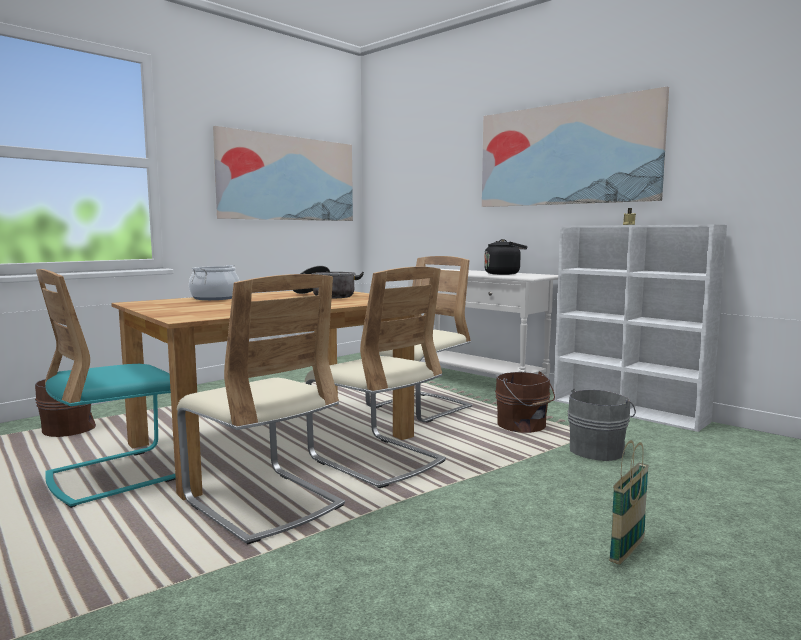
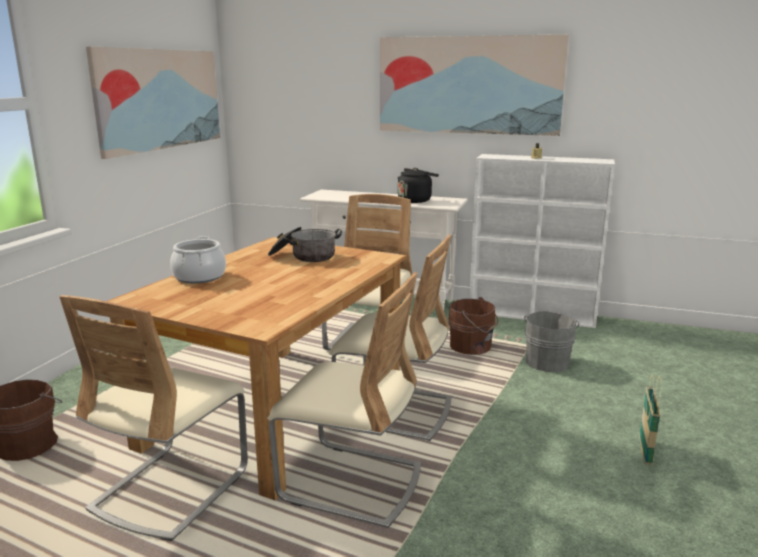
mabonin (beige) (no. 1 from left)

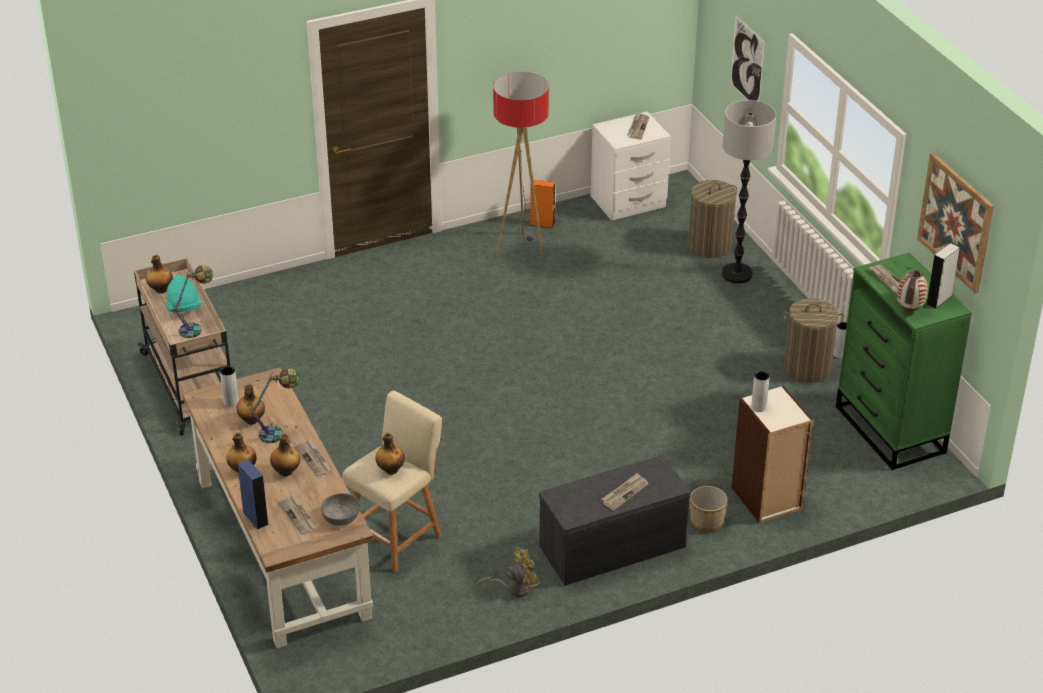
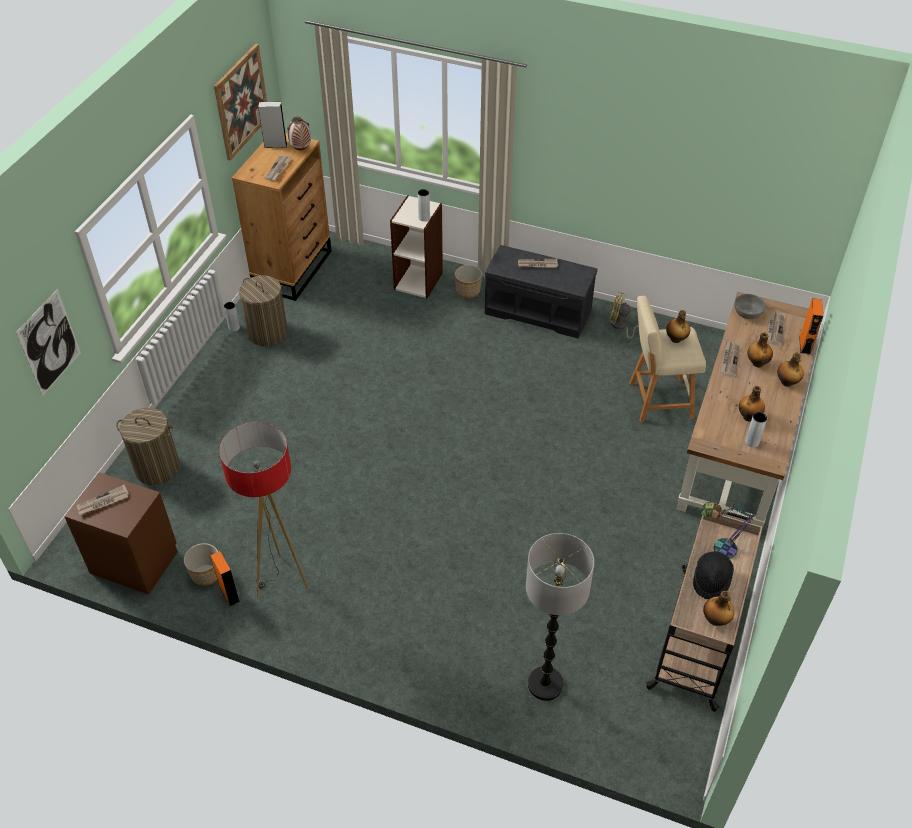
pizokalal (no. 2 from left)
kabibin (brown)
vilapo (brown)
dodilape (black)
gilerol (no. 2 from left in the first image)
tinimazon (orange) (no. 2 from left)
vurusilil (no. 1 from left)

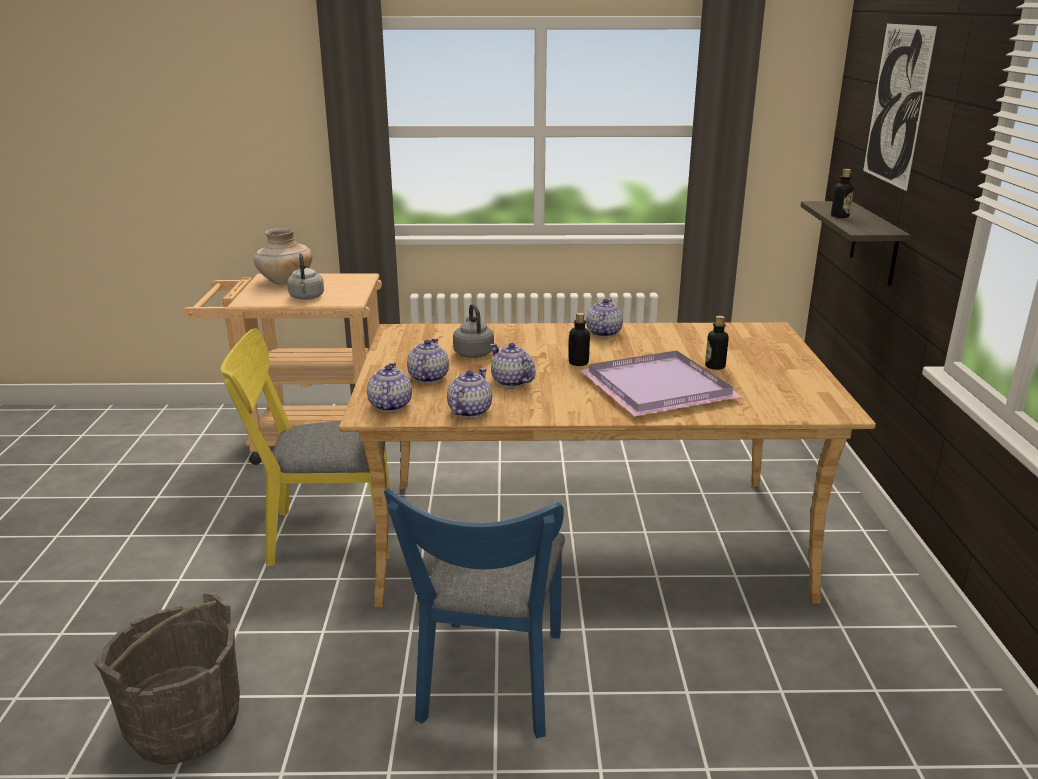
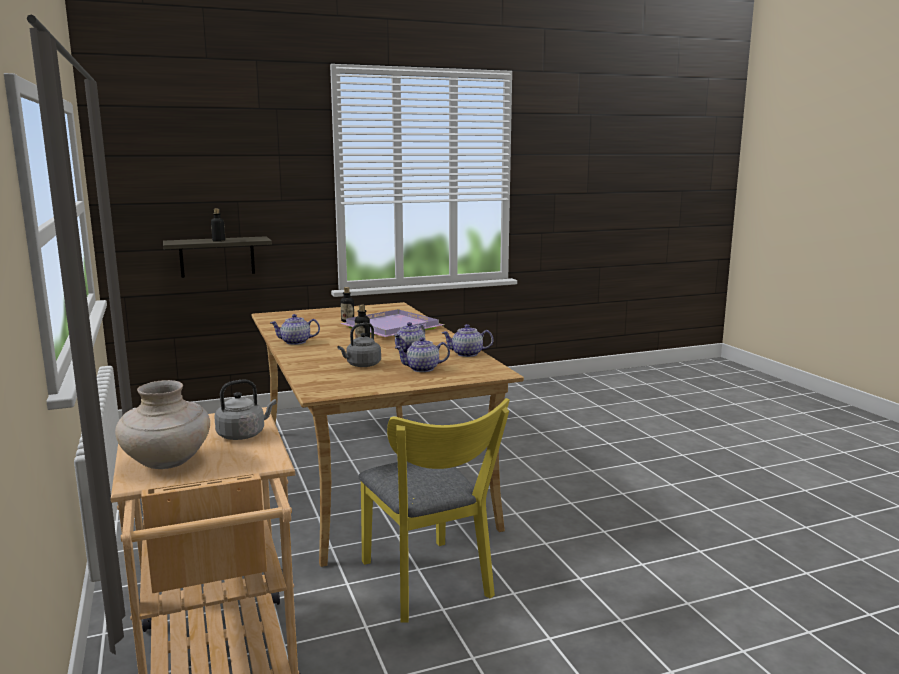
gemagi
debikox (no. 1 from left in the first image)
mabonin (blue)
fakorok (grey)

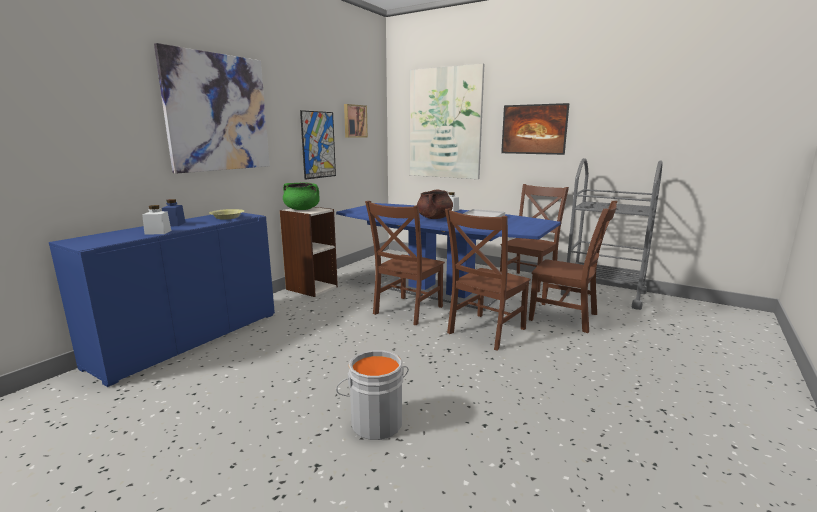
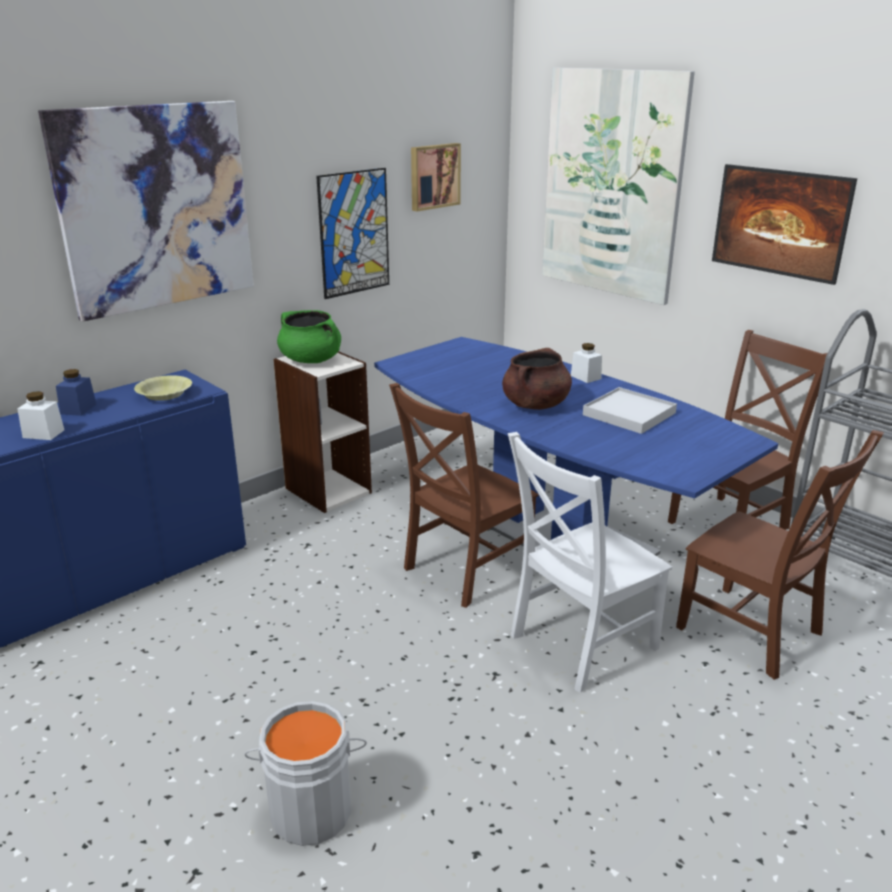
mabonin (white)

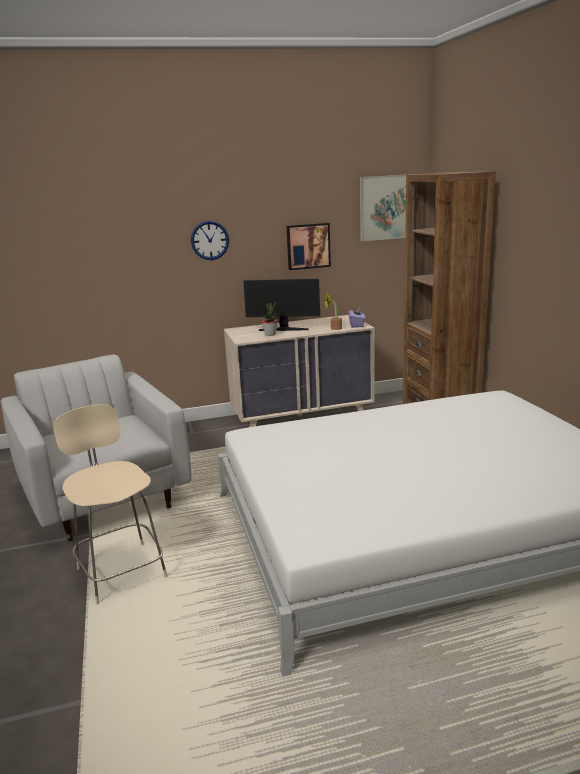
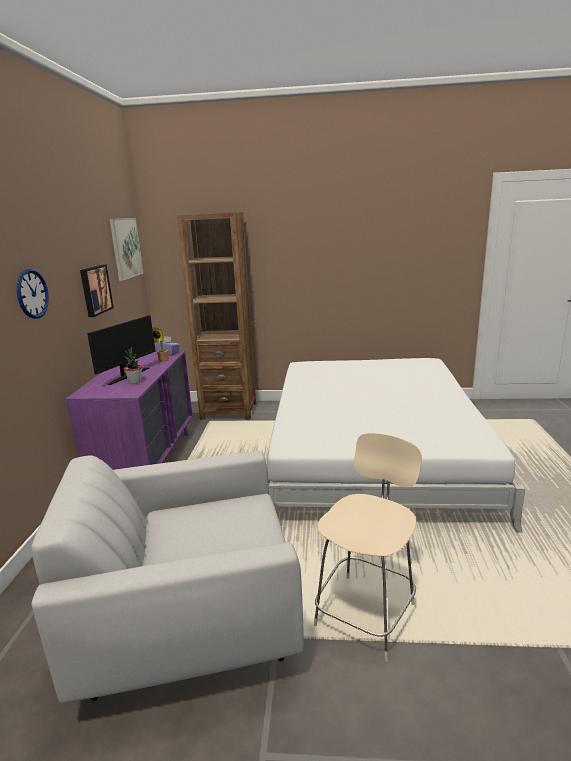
vilapo (purple)
mabonin (beige)

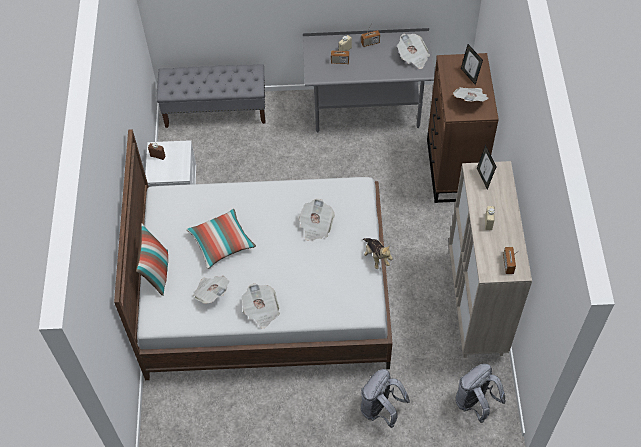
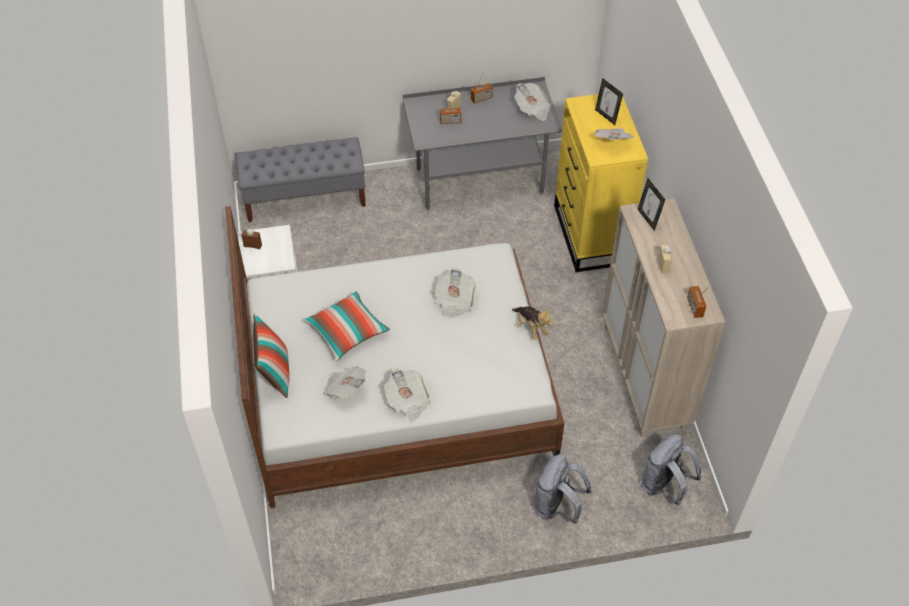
vilapo (yellow)

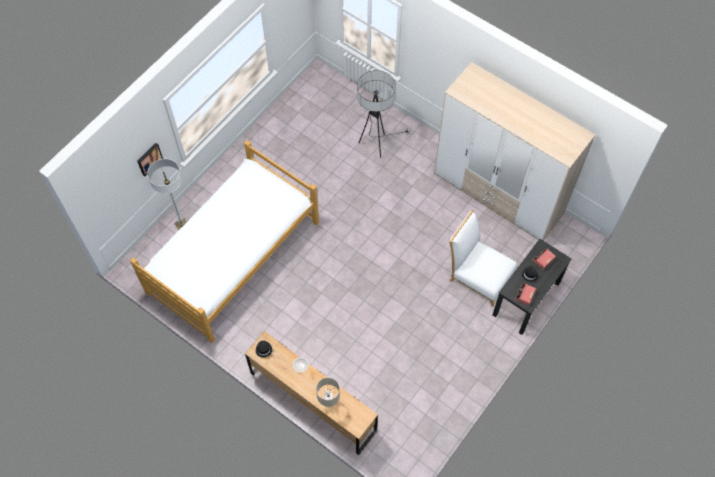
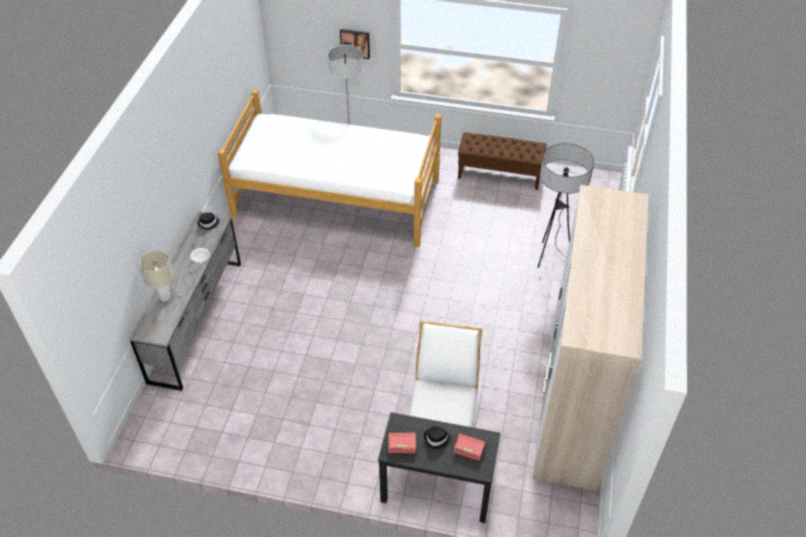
vilapo (grey)
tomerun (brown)

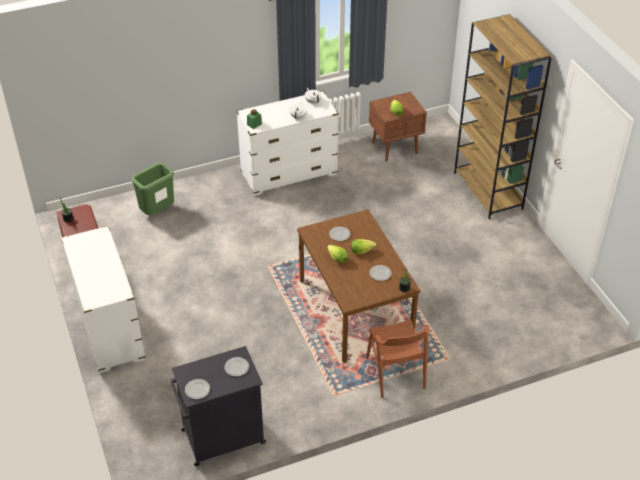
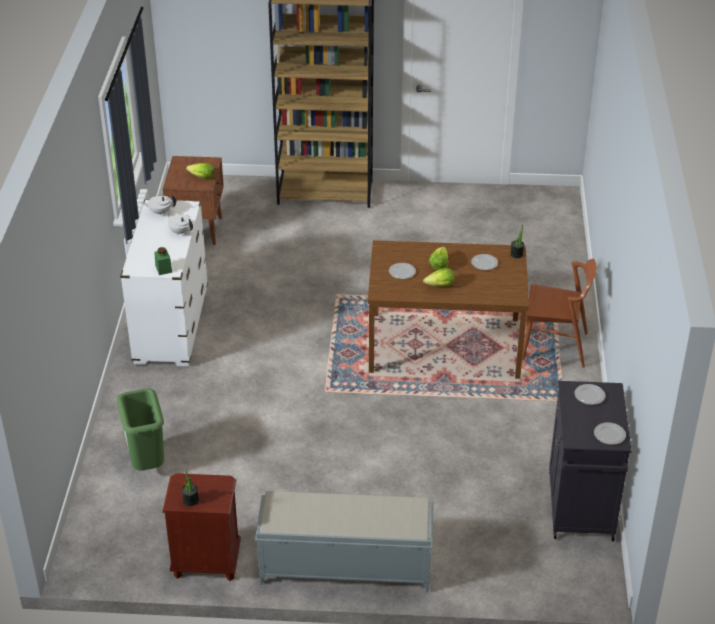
tomerun (grey)

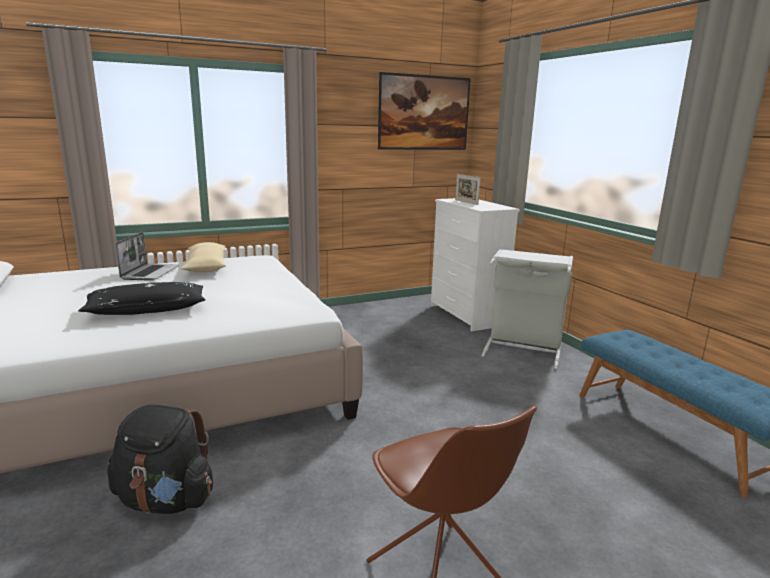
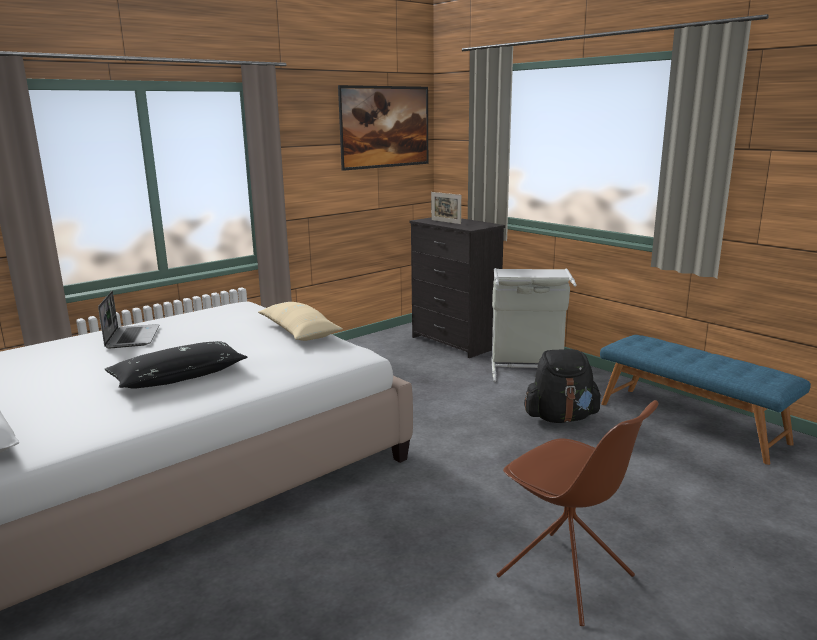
vilapo (black)
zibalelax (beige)
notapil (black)

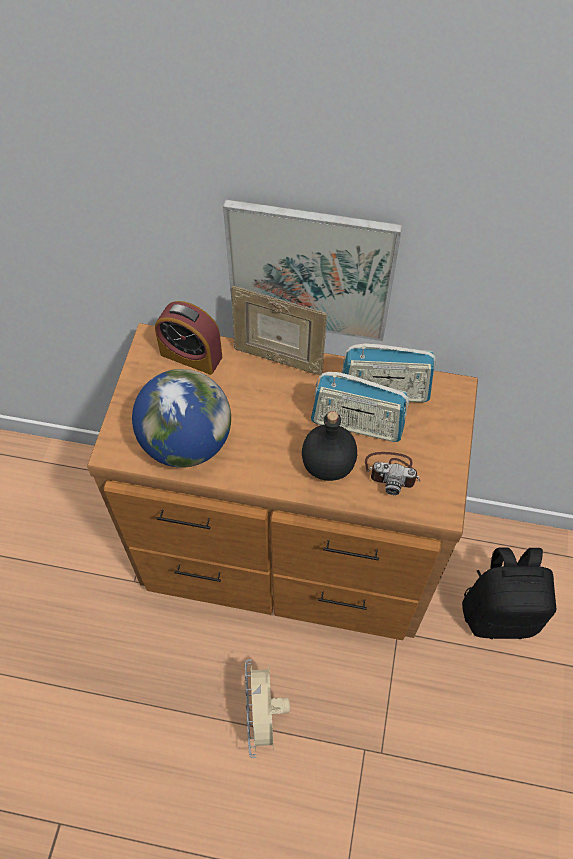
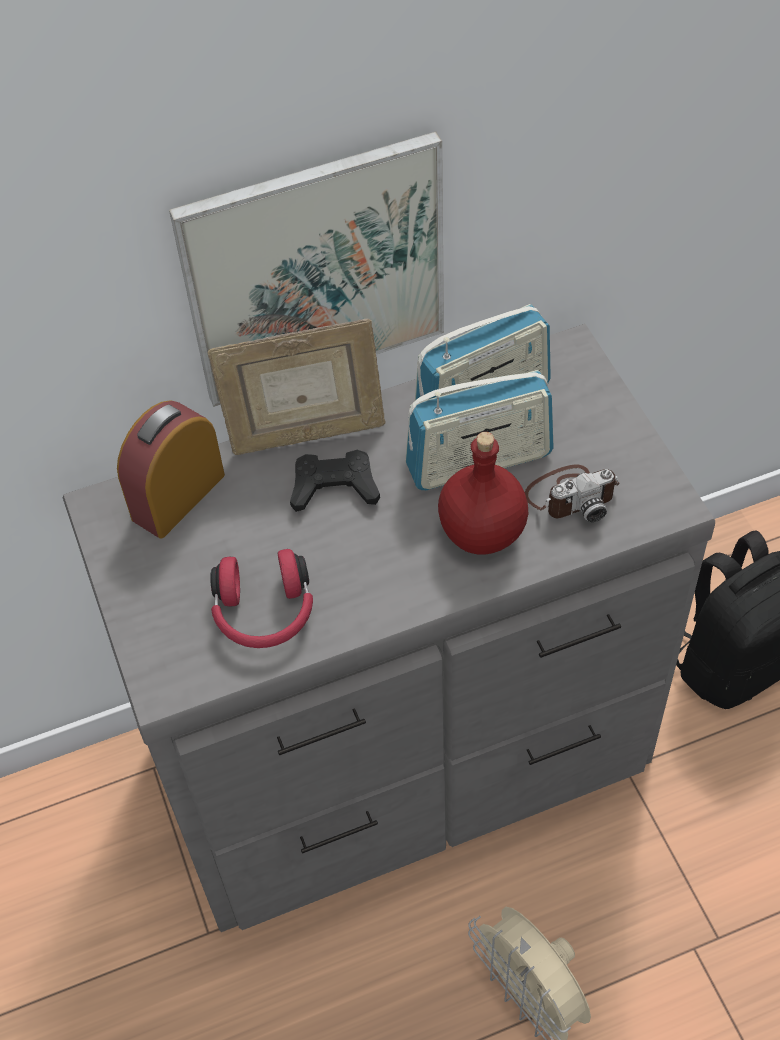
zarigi
vilapo (grey)
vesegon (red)
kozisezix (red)
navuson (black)

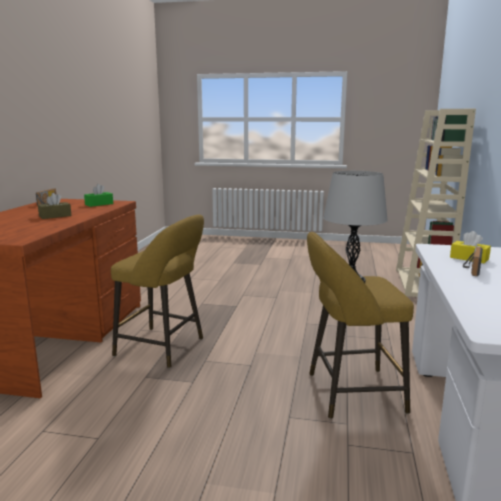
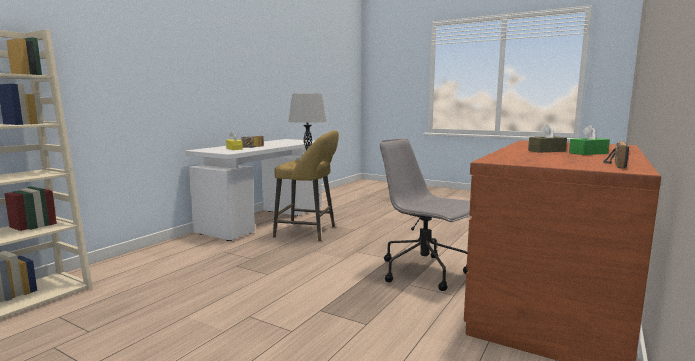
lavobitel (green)
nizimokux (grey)

